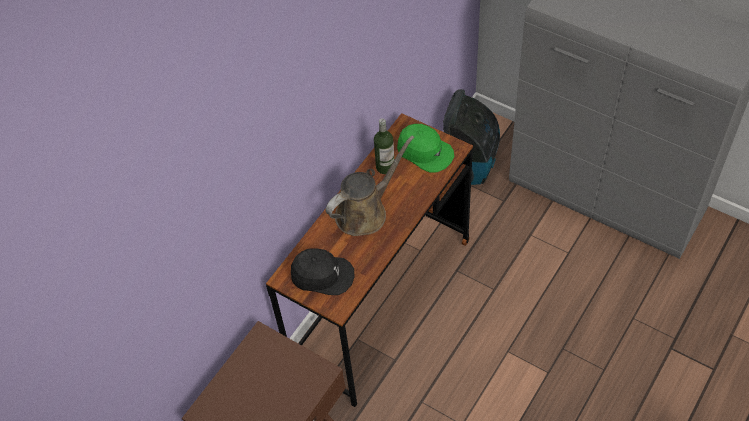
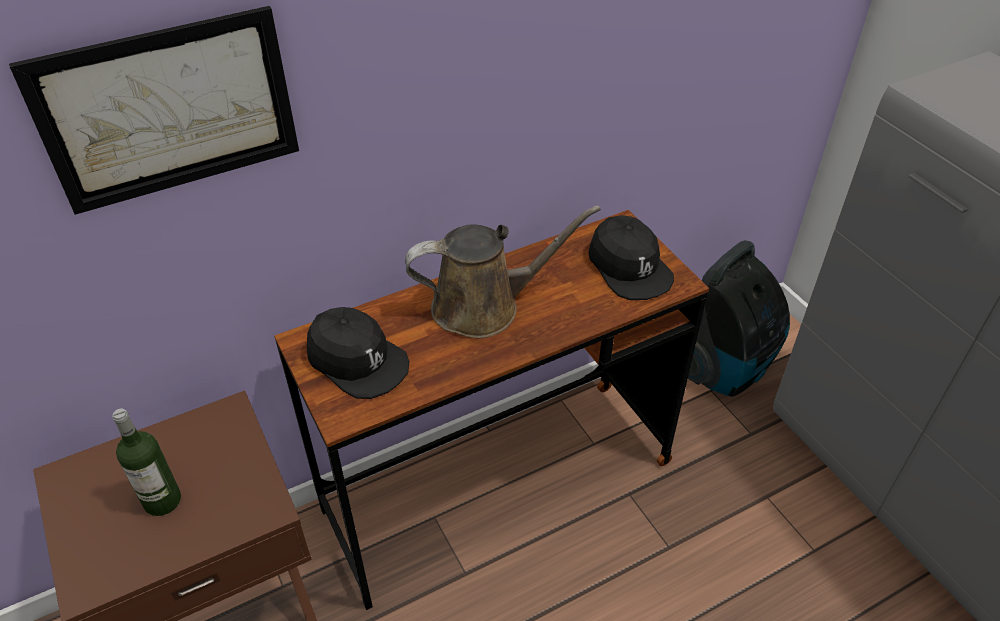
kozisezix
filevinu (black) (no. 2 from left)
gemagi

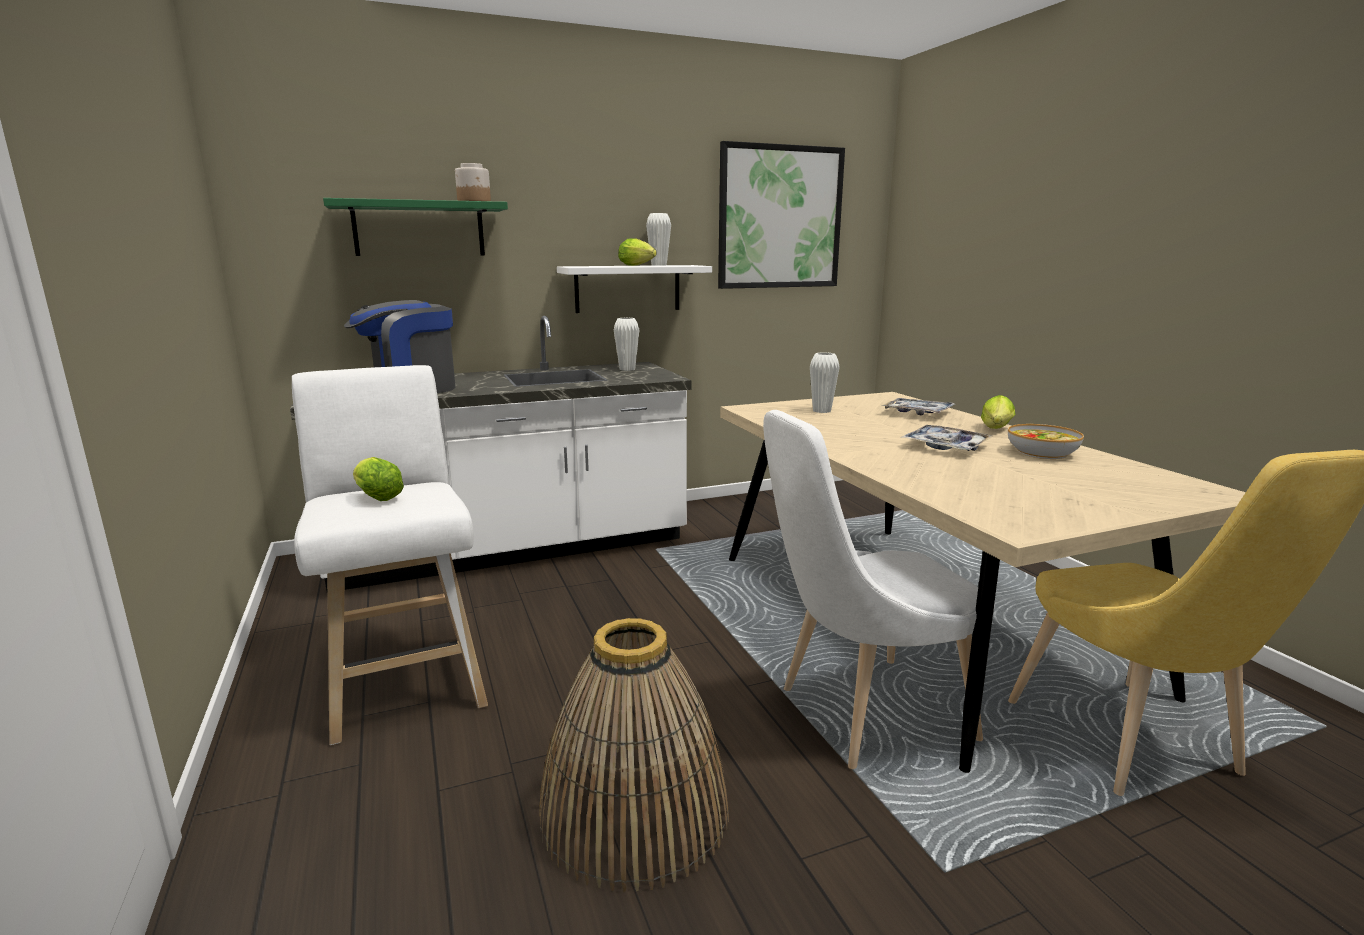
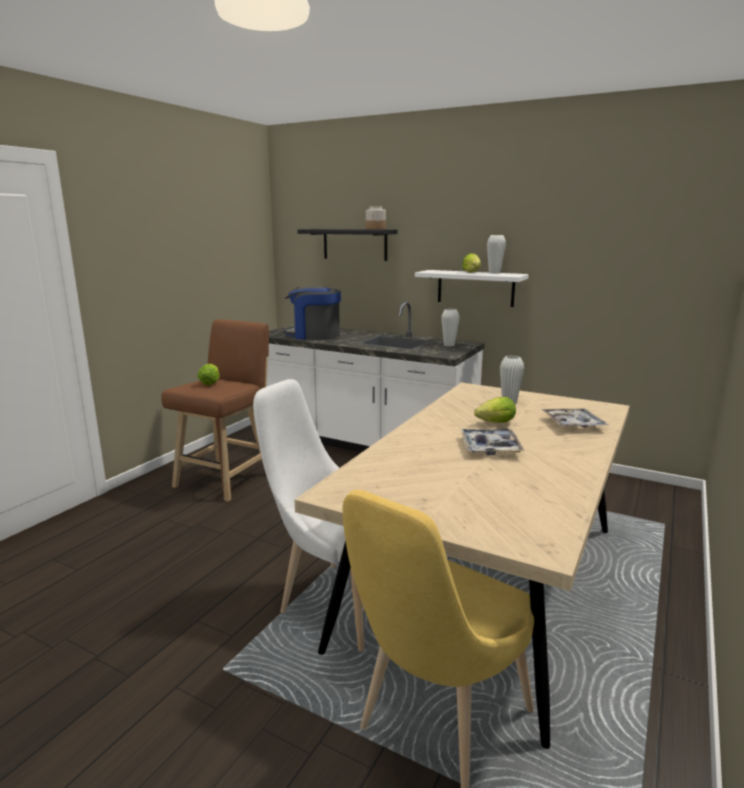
gemagi
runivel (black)
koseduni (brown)
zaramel (no. 3 from left)
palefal
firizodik

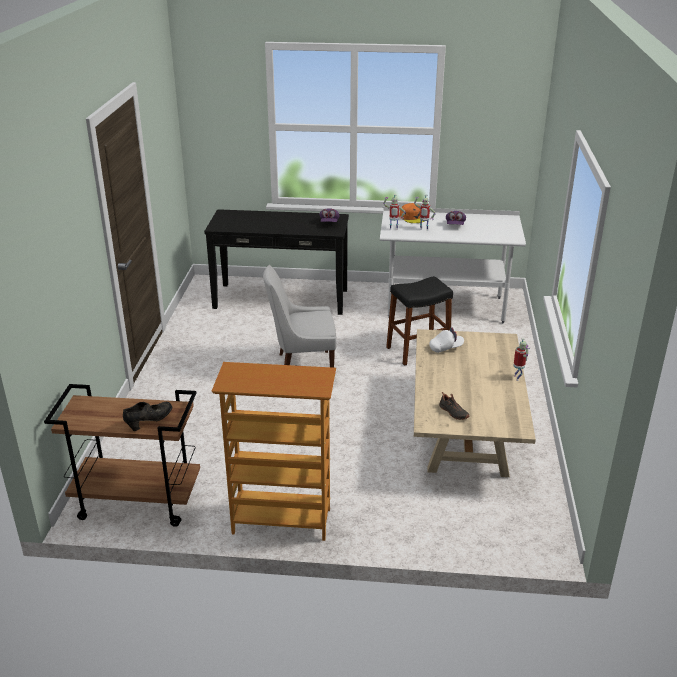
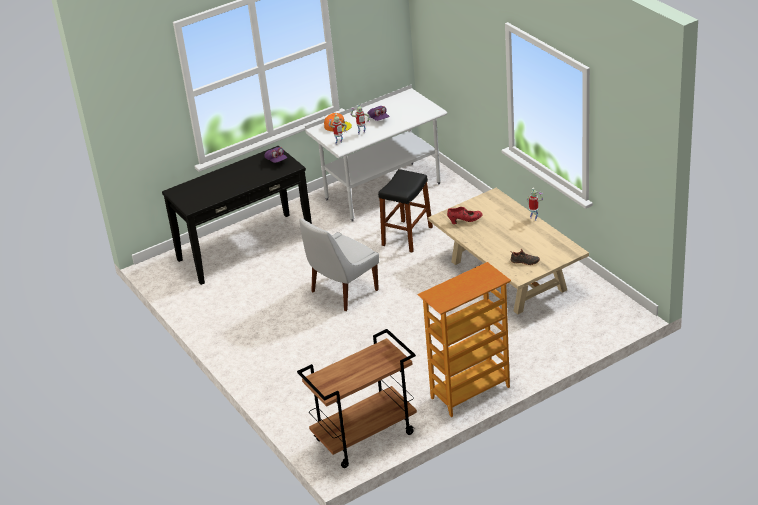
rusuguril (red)
rusuguril (black) (no. 1 from left in the first image)

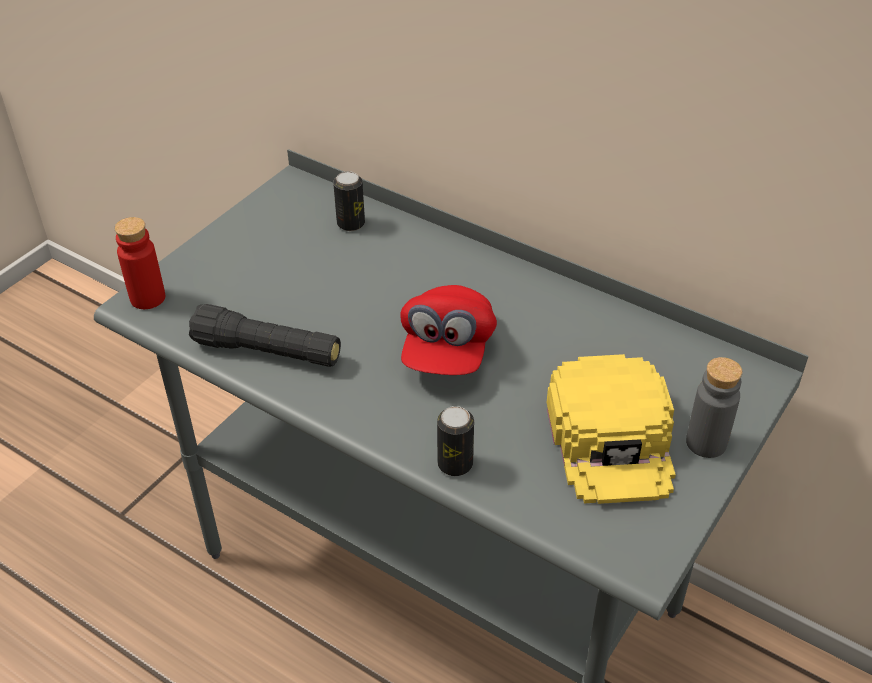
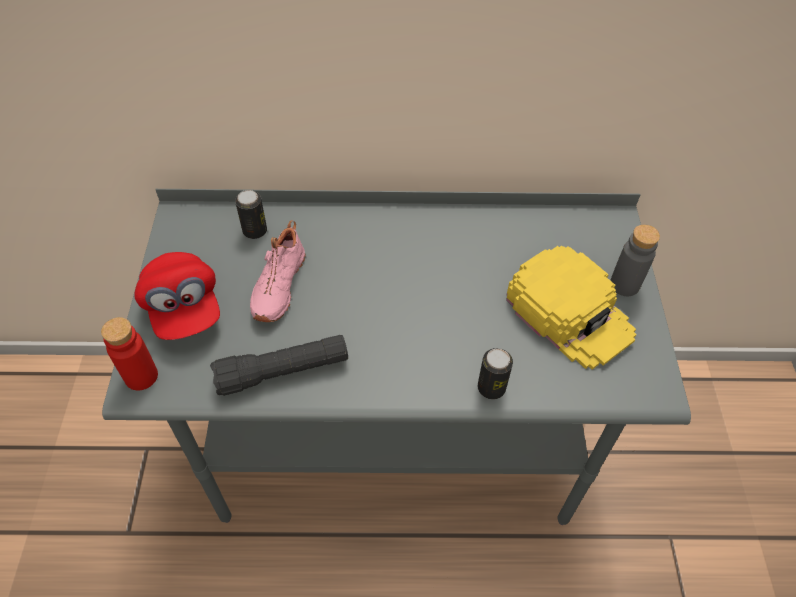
filevinu (red)
rusuguril (pink)

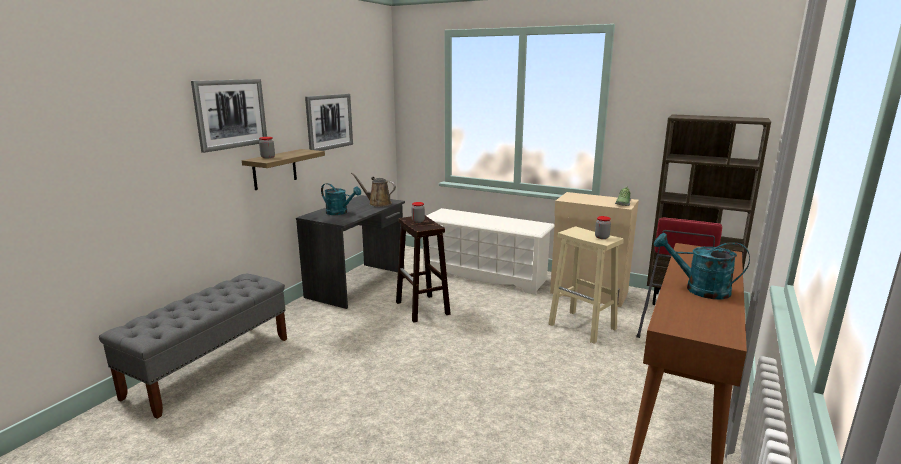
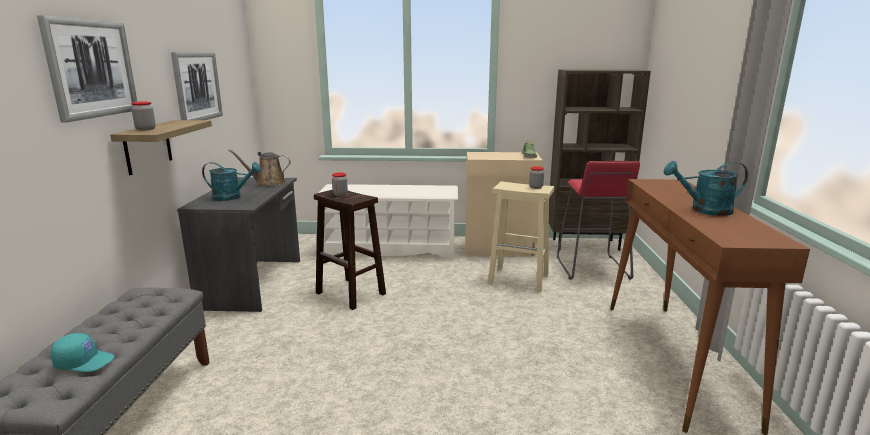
filevinu (turquoise)

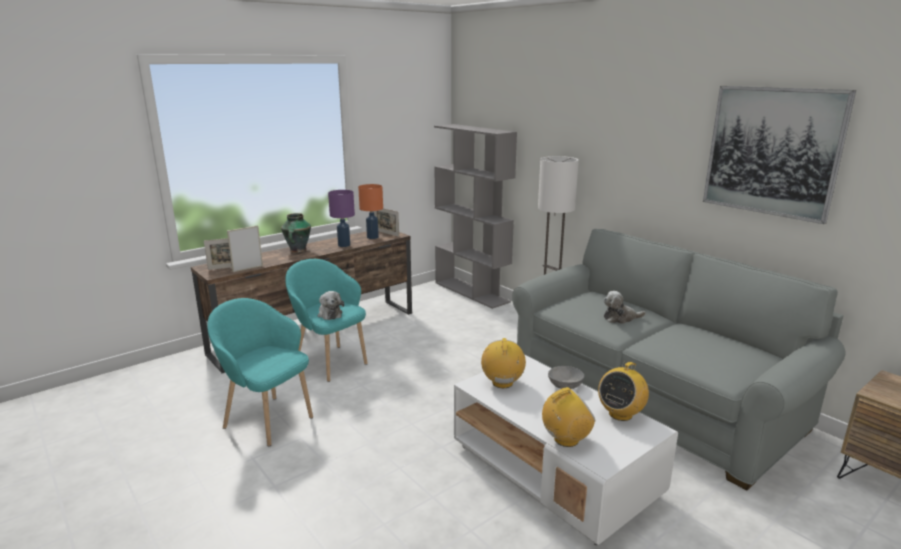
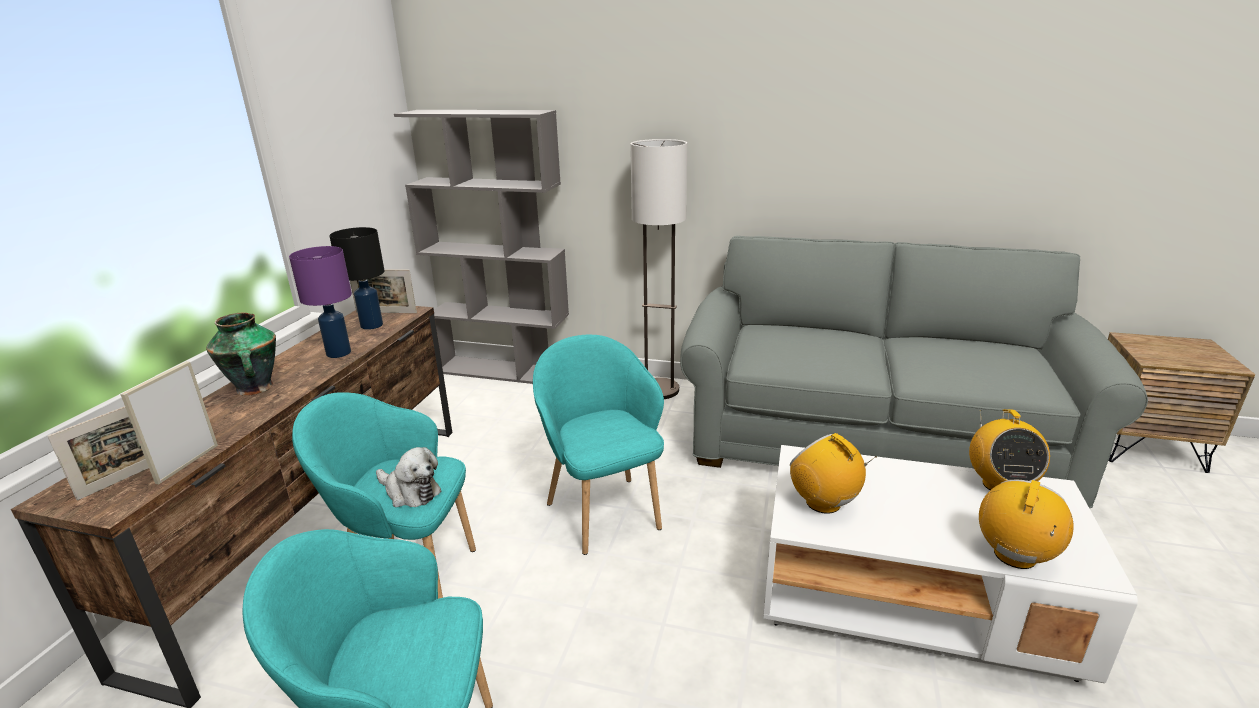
gemagi
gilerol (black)
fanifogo (no. 2 from left in the first image)
palefal (grey)
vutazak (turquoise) (no. 3 from left)

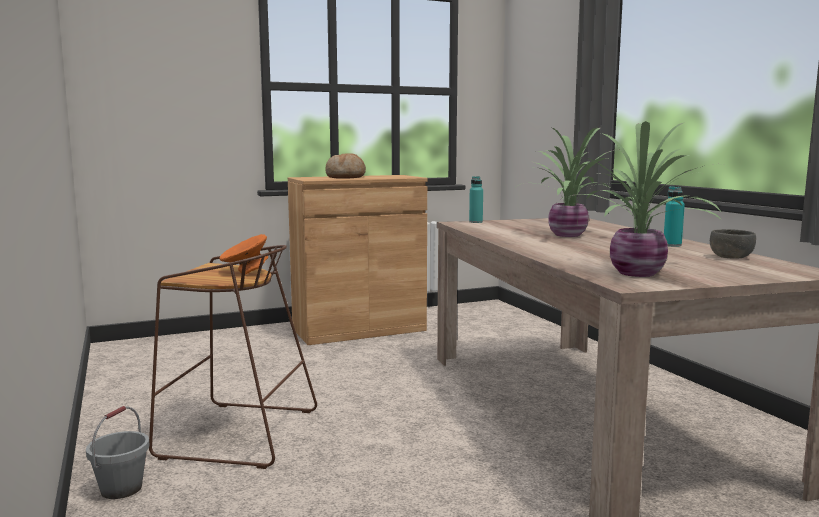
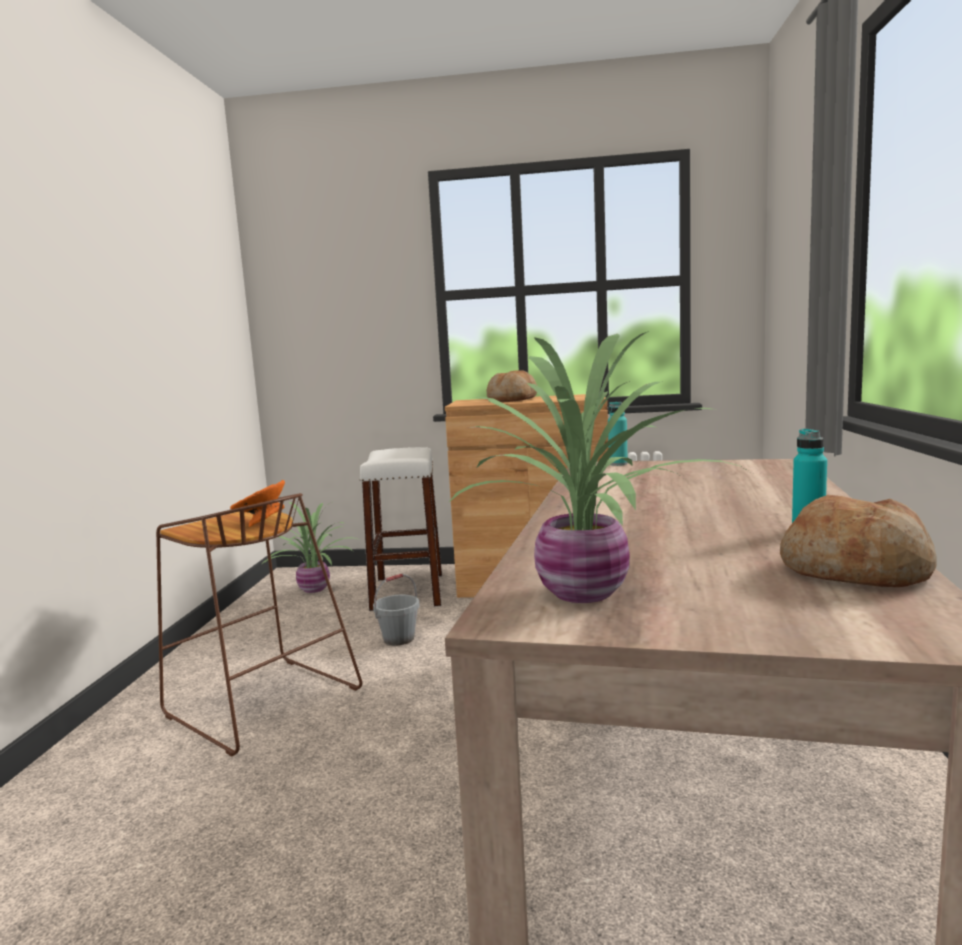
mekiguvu (no. 1 from left)
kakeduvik (no. 2 from left)
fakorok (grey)
koseduni (white)

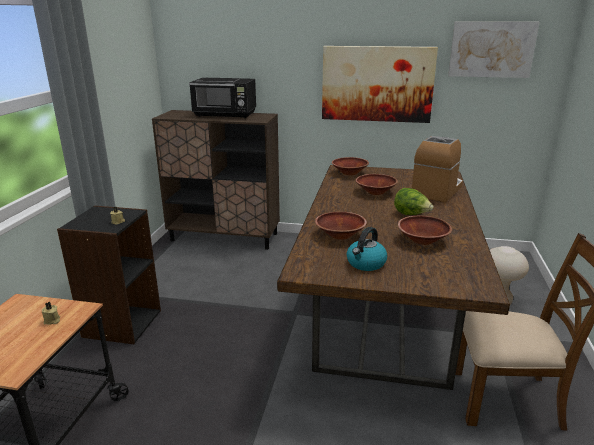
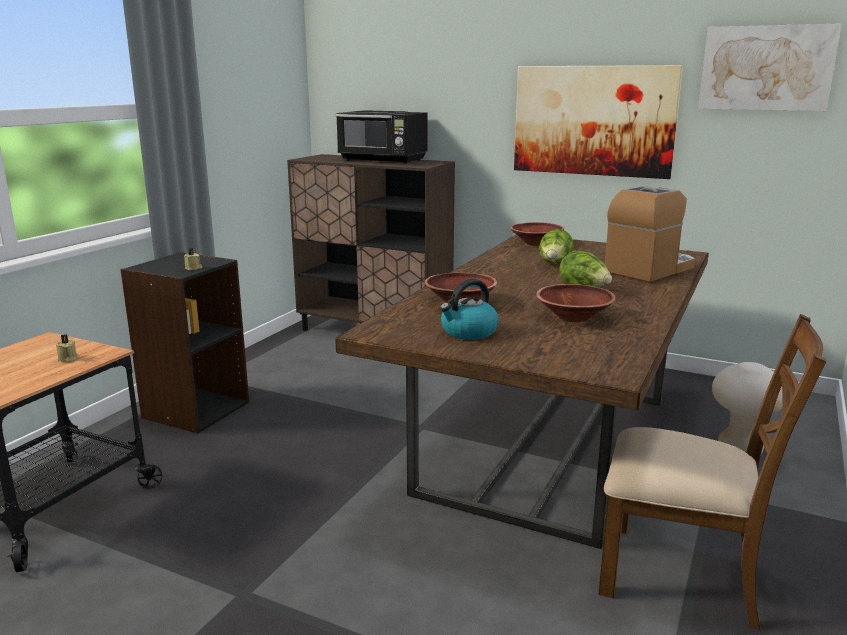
zaramel (no. 1 from left)

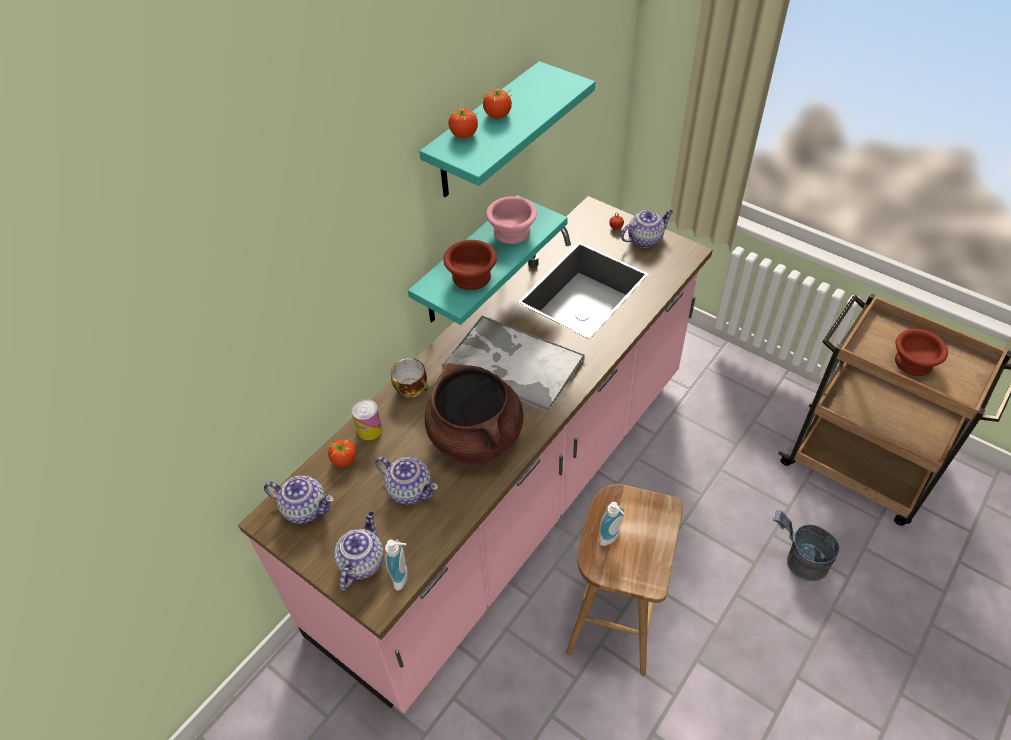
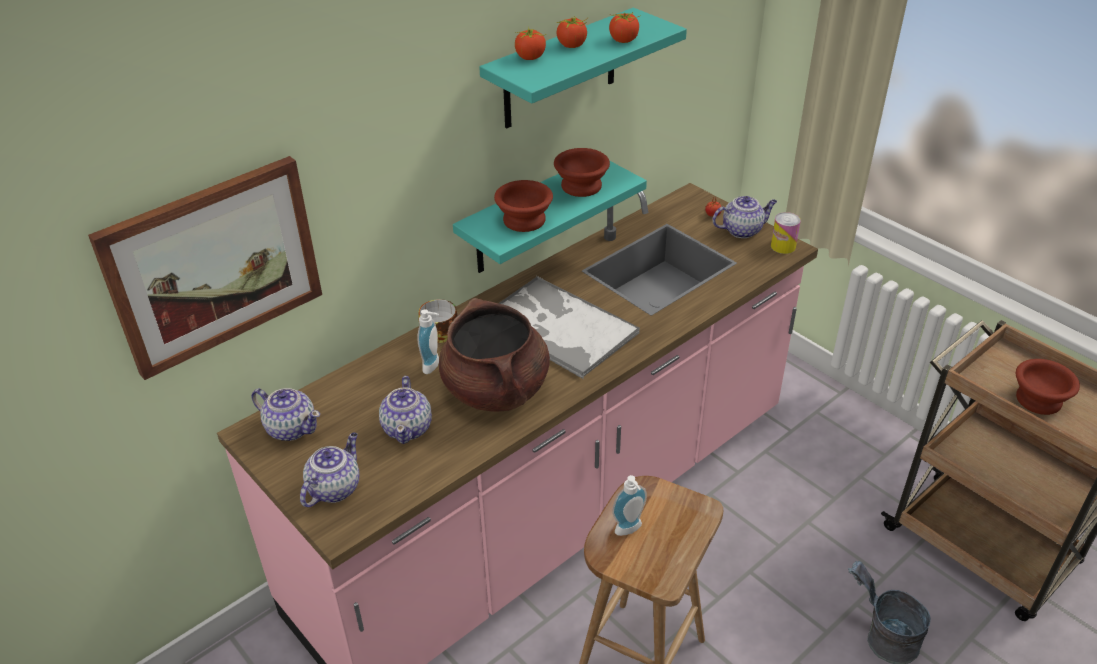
palefal (brown) (no. 2 from left)
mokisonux
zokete (no. 3 from left)
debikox (no. 3 from left)
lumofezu (no. 1 from left)
gemagi

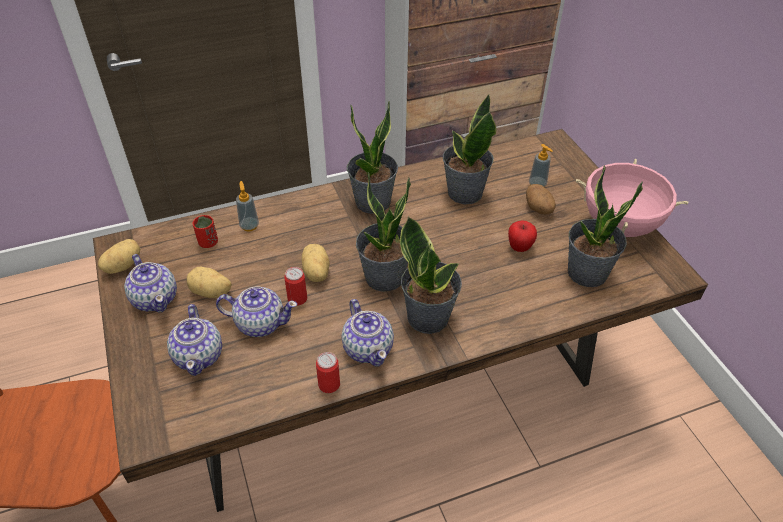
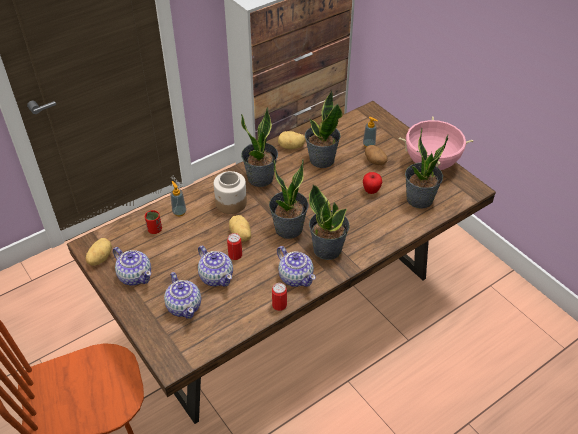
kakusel (no. 3 from left)
debikox (no. 3 from left)
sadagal

